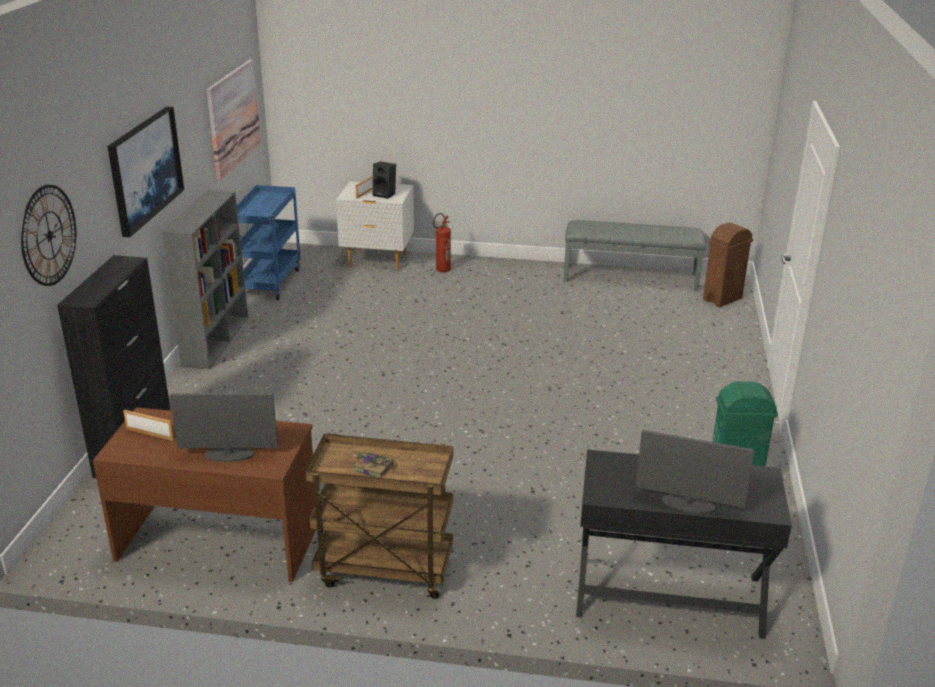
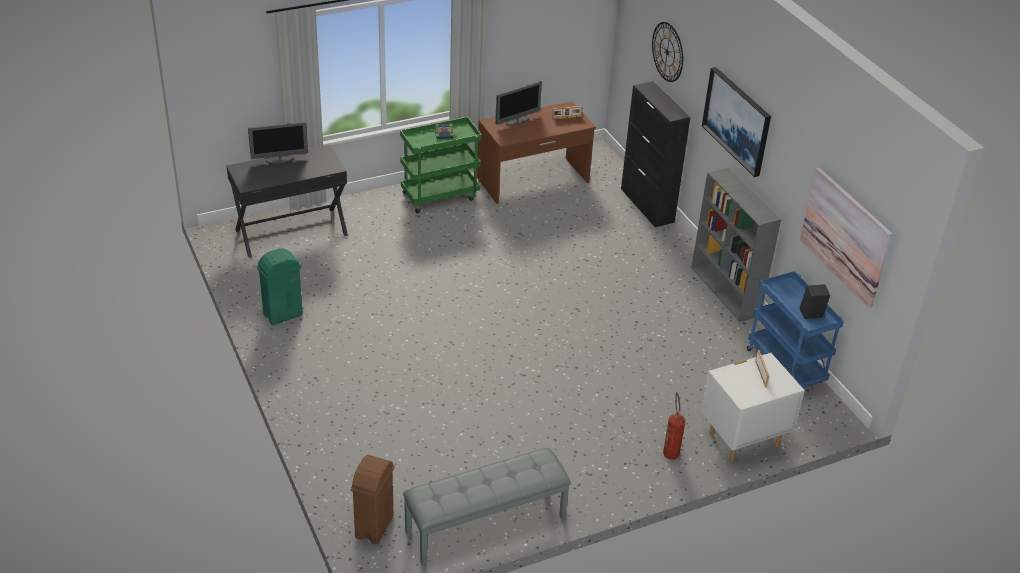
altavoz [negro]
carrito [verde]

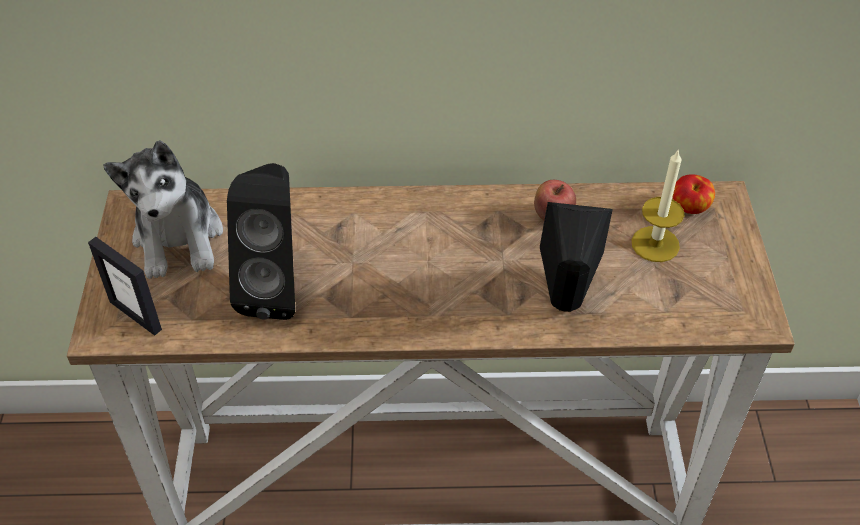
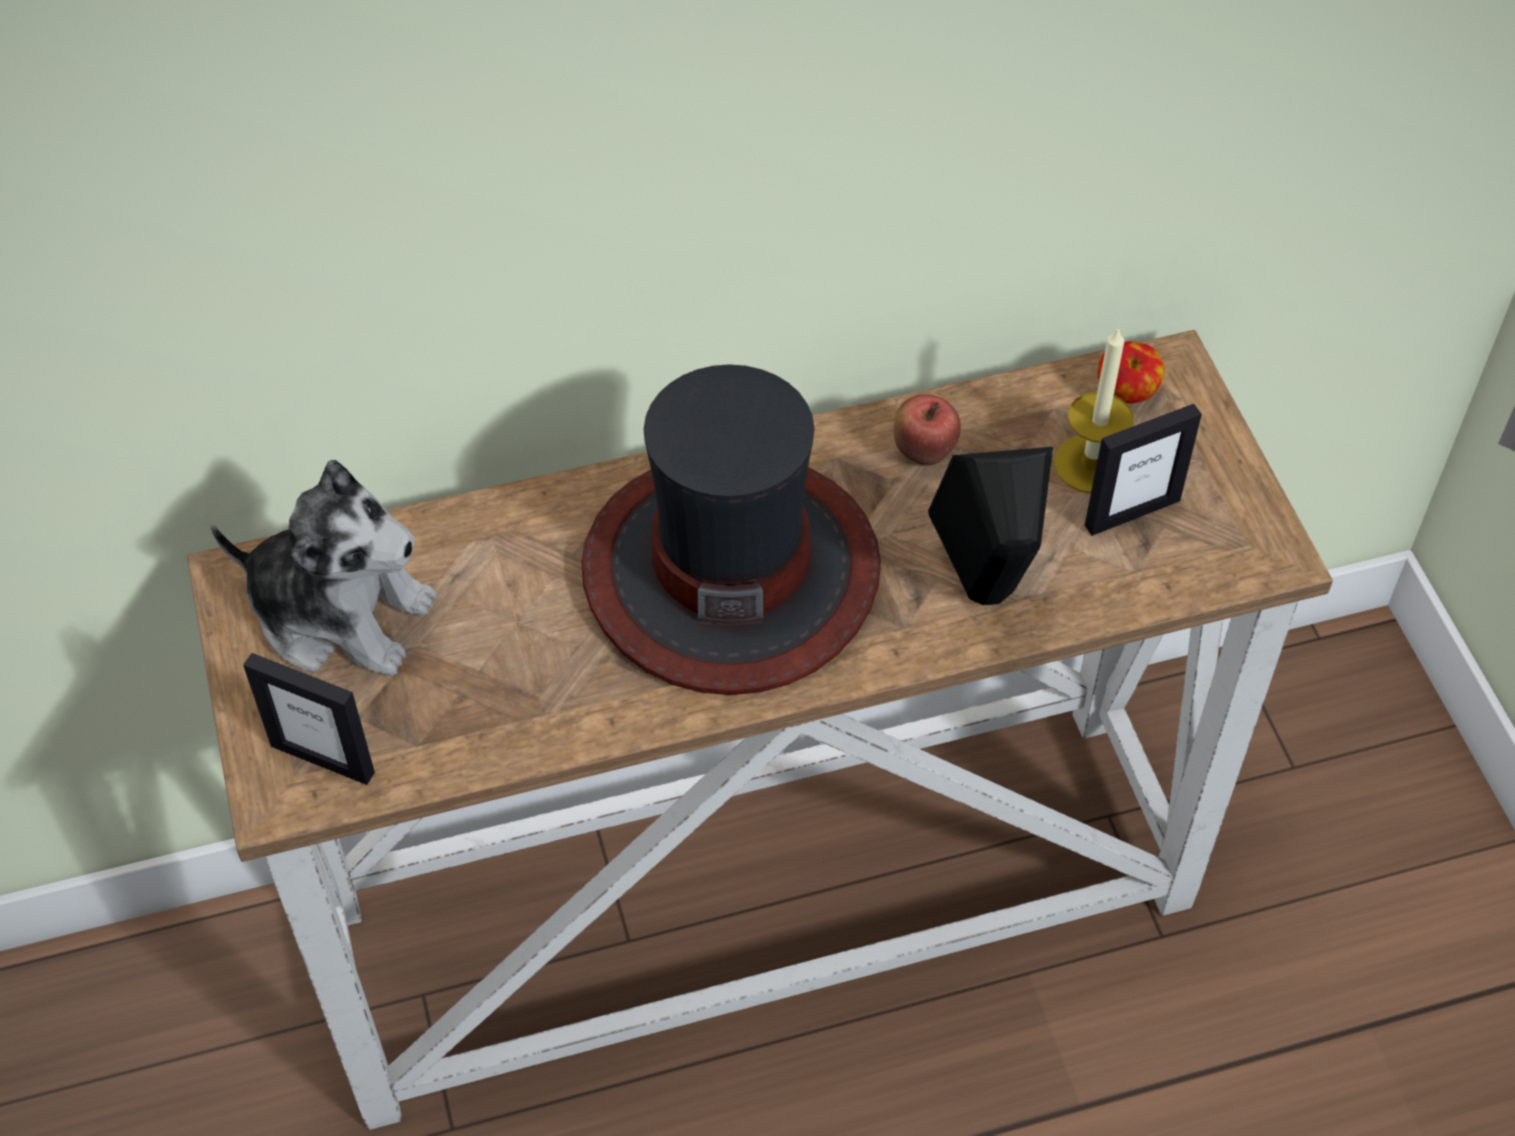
peluche
altavoz [negro] (1st from left in the first image)
sombrero
portarretratos (2nd from left)

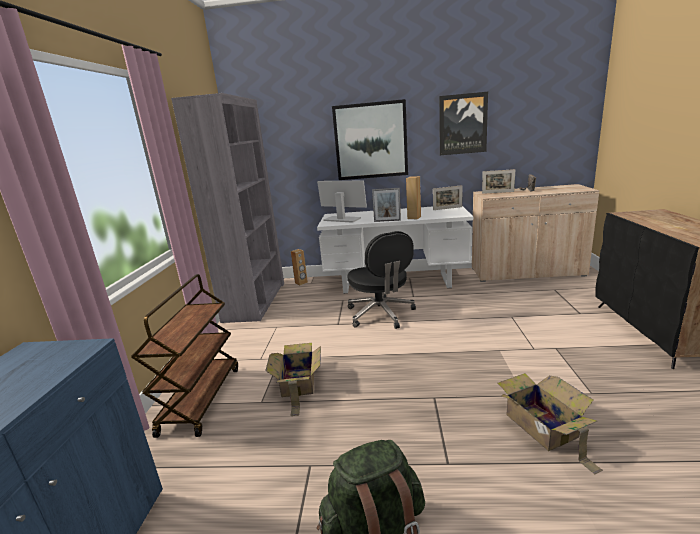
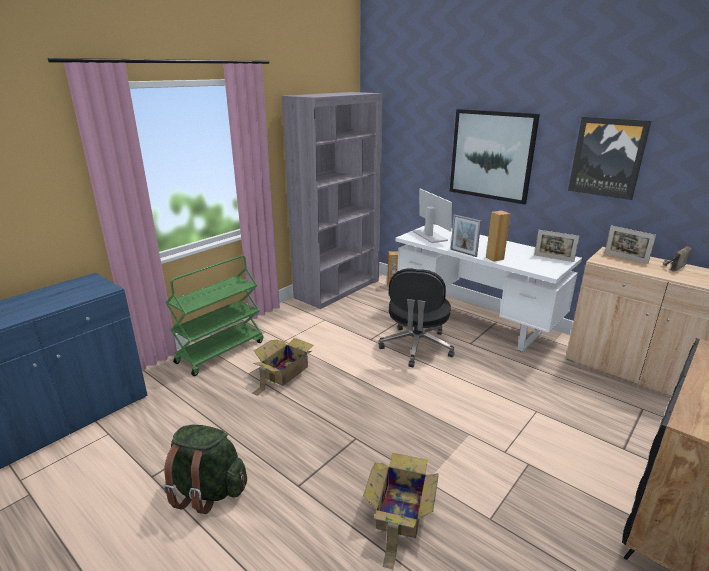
carrito [verde]

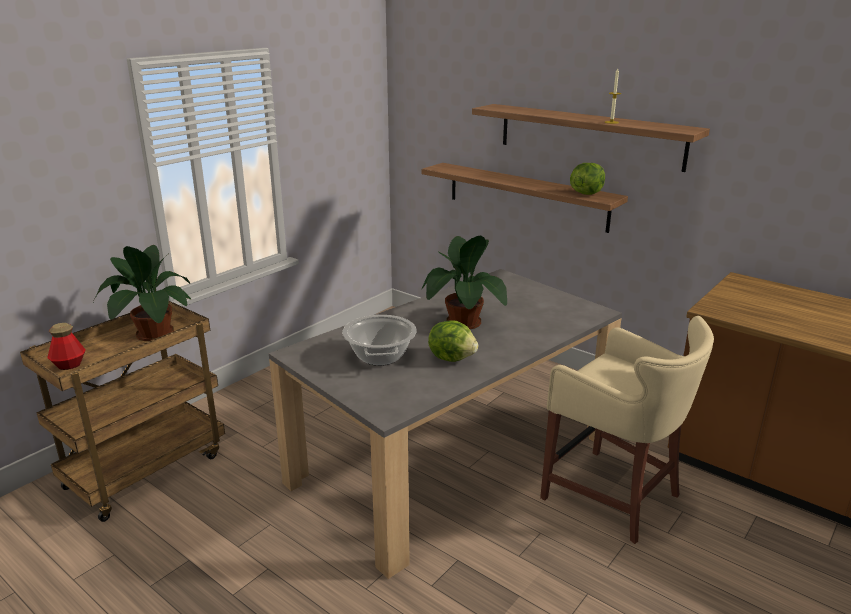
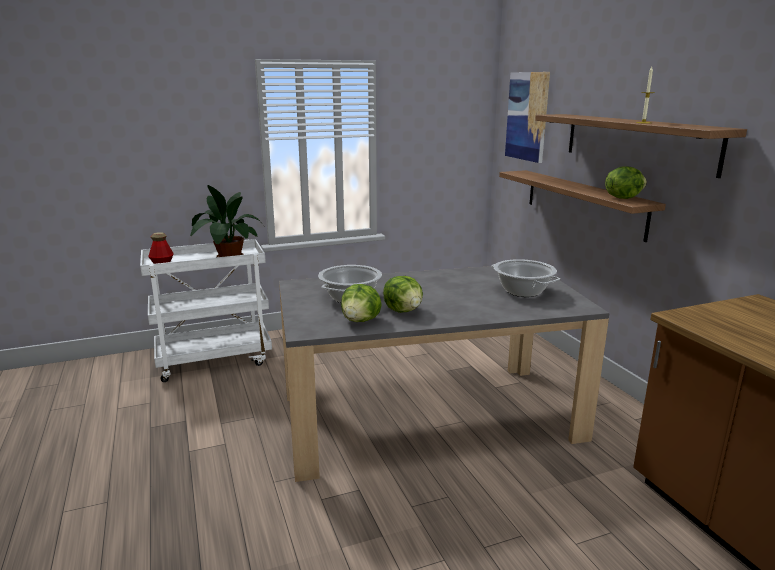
planta en maceta (2nd from left in the first image)
carrito [blanco]
taburete [beis]
cuadro
olla (2nd from left)
lechuga (1st from left)

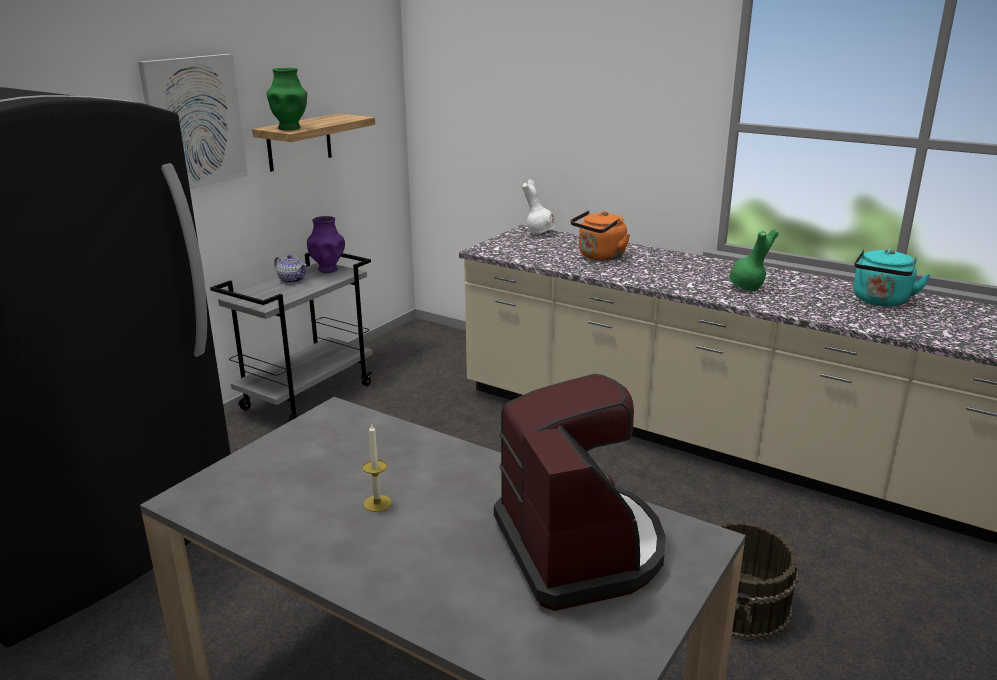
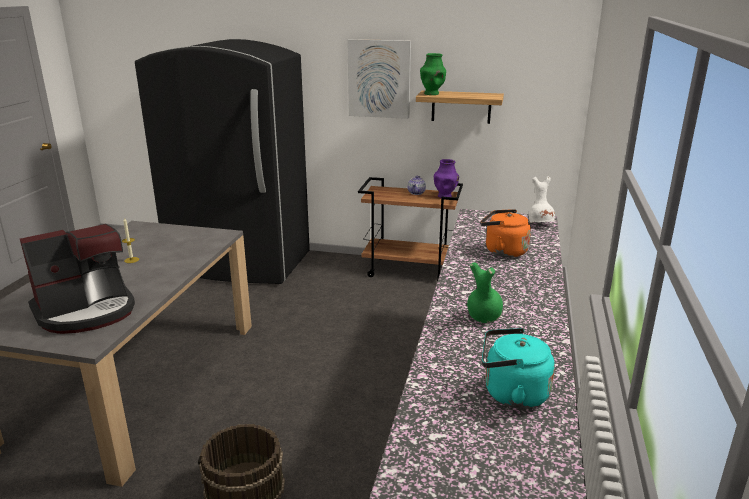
carrito [marrón]

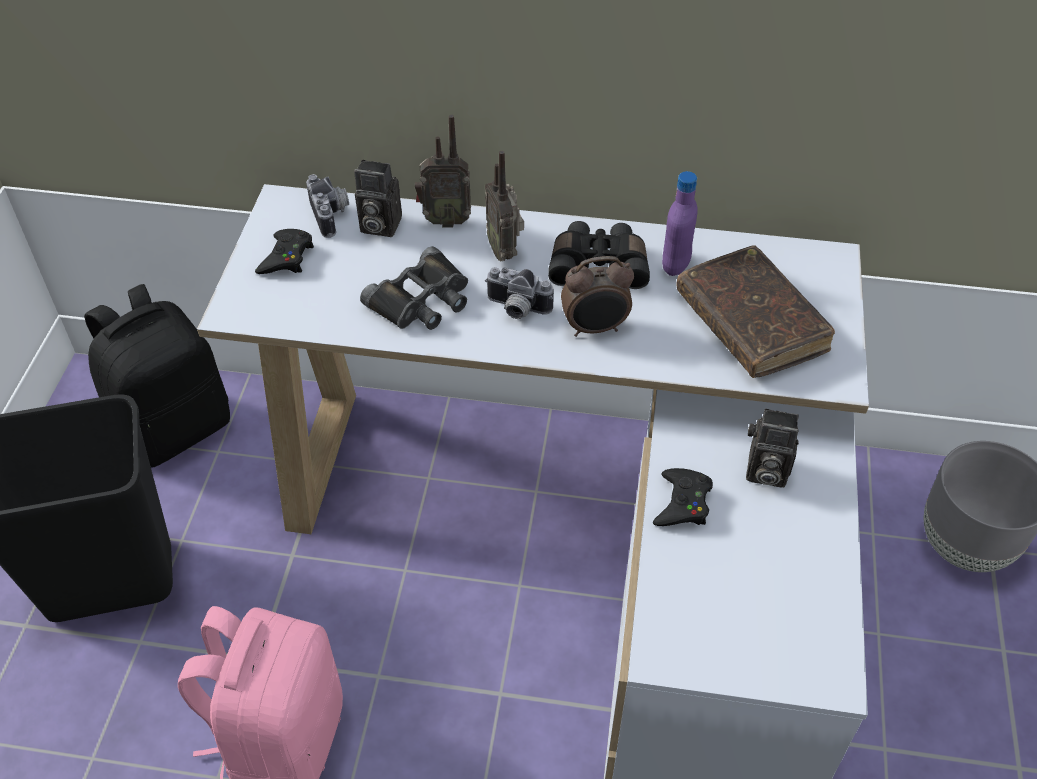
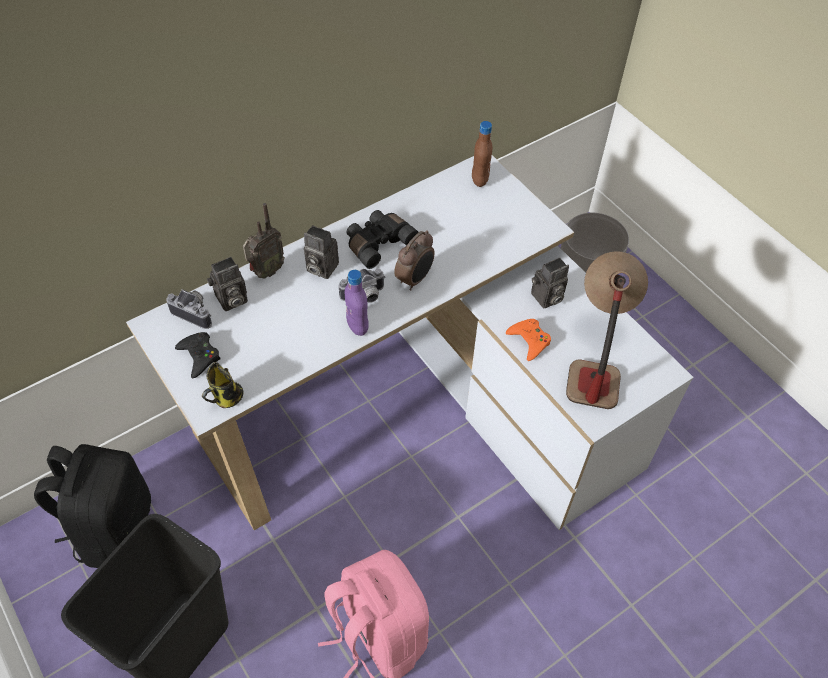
cámara (3rd from left)
botella [morado]
libro [marrón]
prismáticos [negro] (1st from left in the first image)
mando de consola [naranja]
botella [marrón]
lámpara de mesa
taza grande

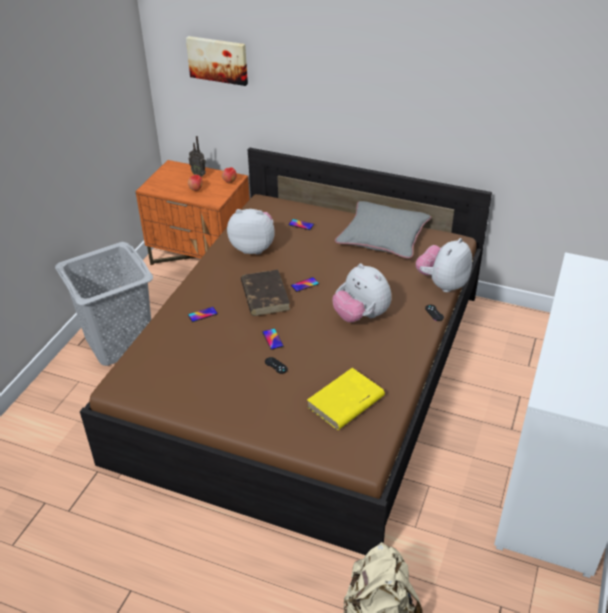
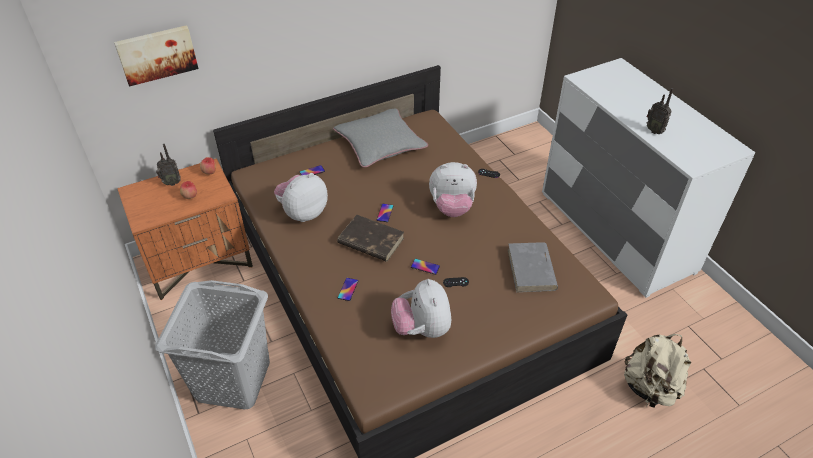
peluche (2nd from left)
libro [gris]
radio (2nd from left)

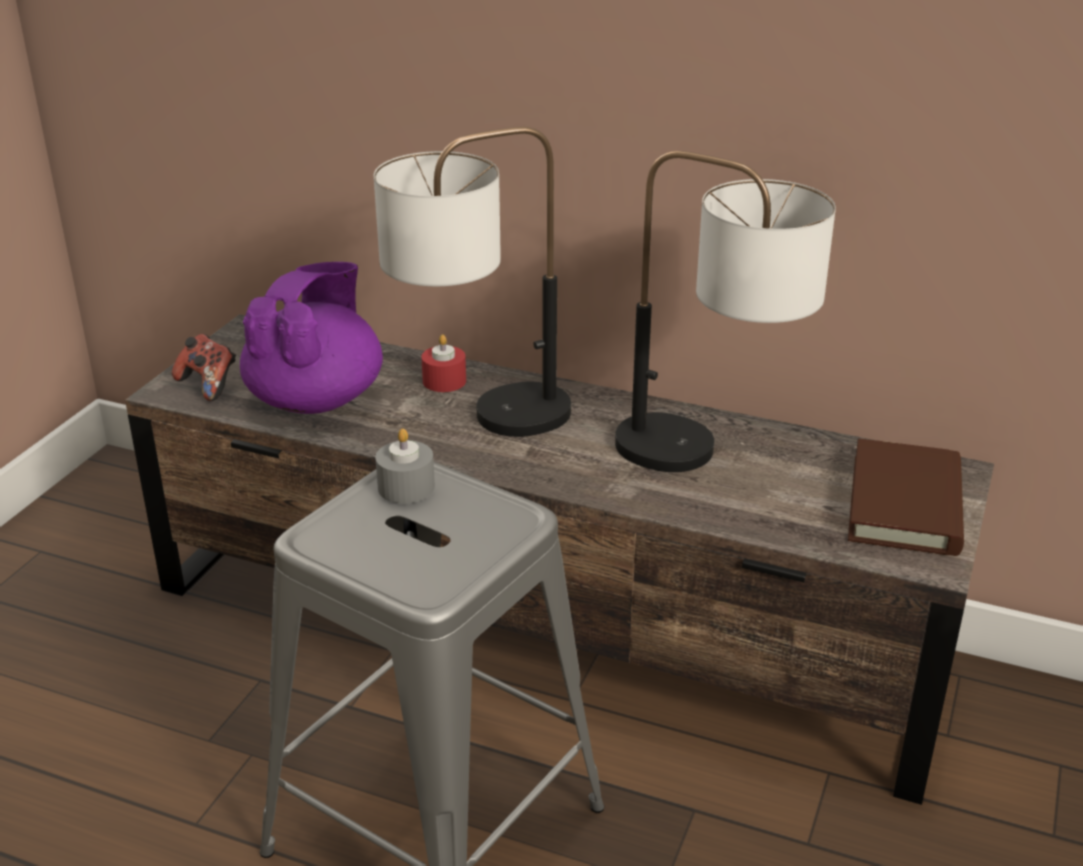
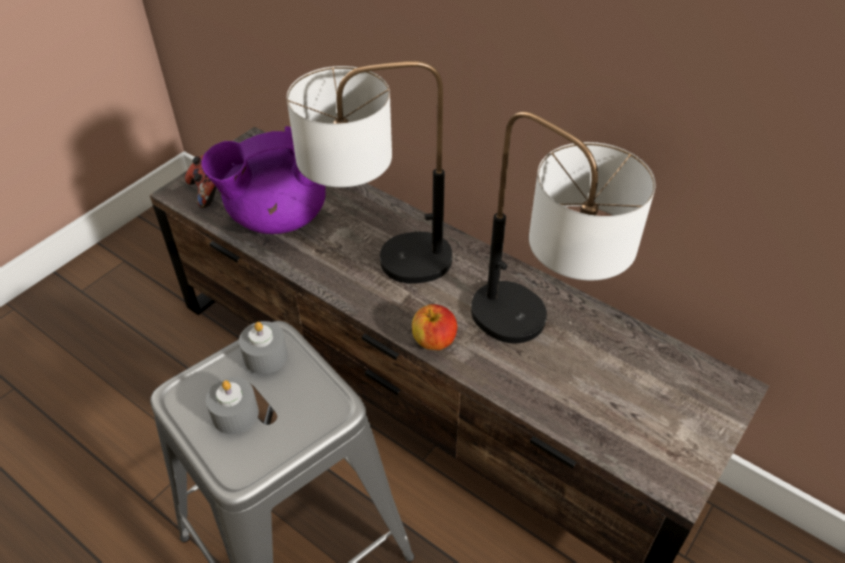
tetera [morado]
vela [rojo]
libro [marrón]
manzana
vela [gris] (1st from left)

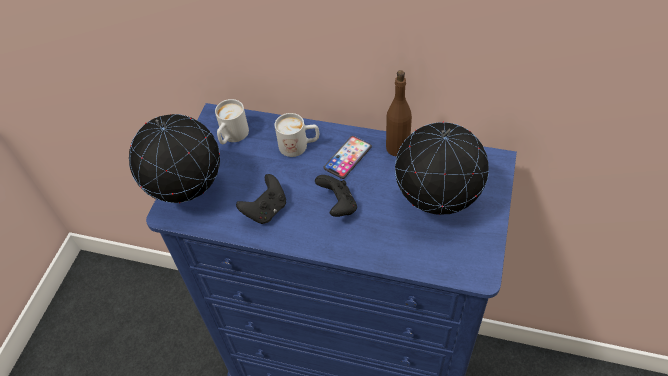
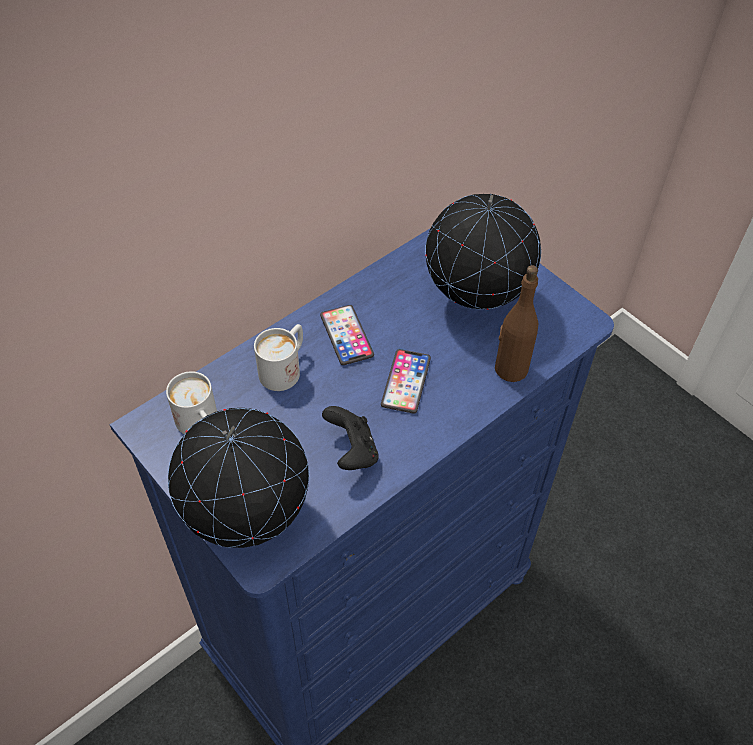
botella [marrón]
móvil (2nd from left)

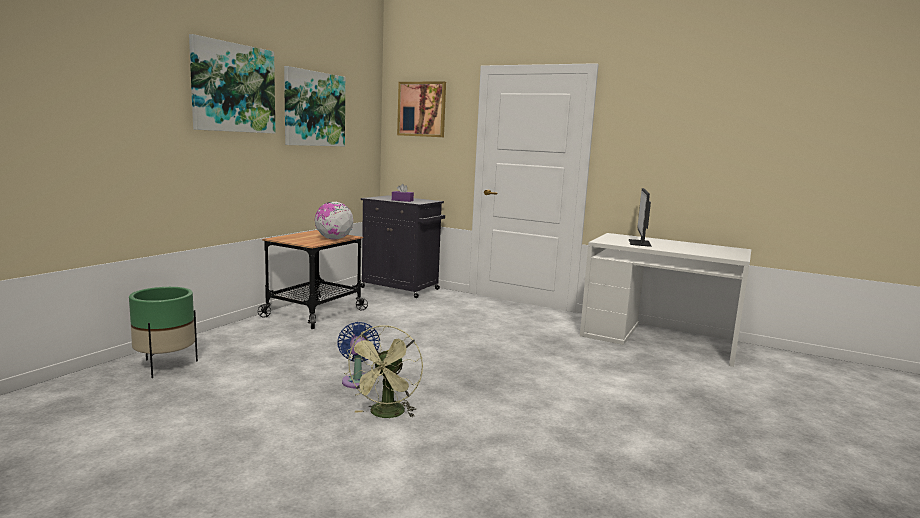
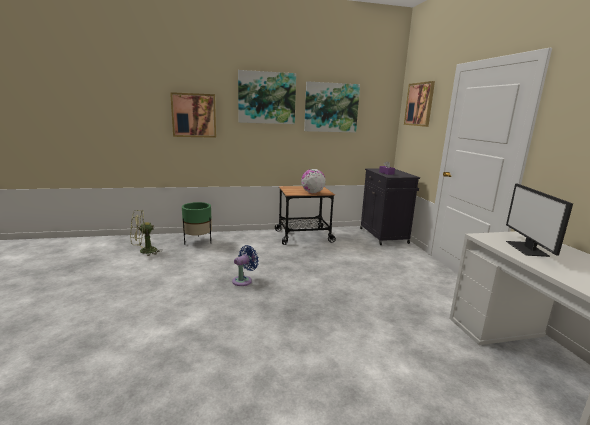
monitor
ventilador [verde]
cuadro (1st from left)

